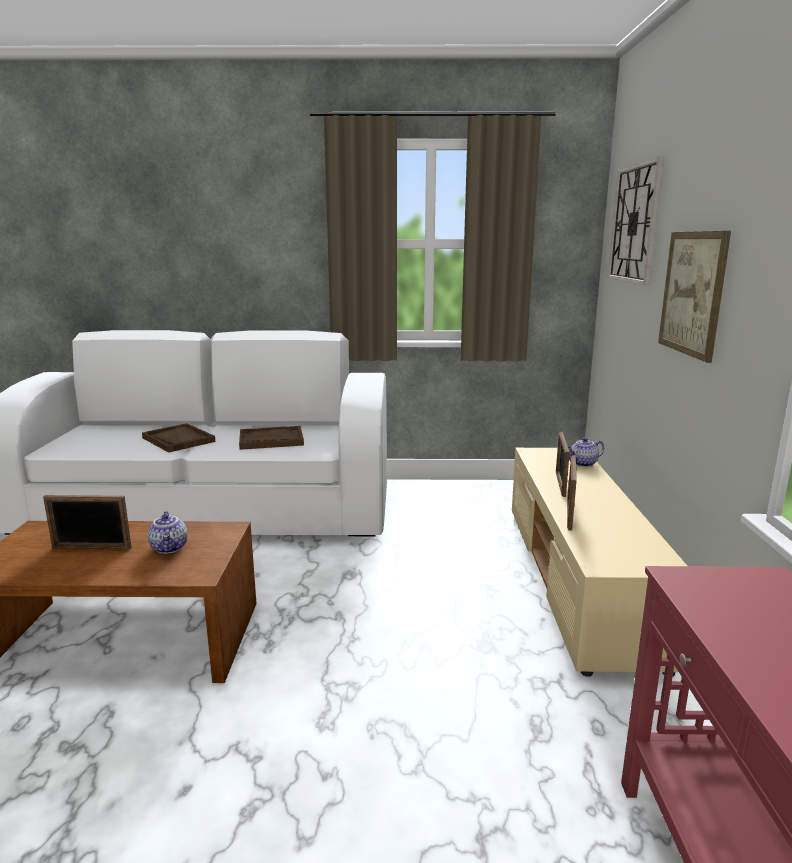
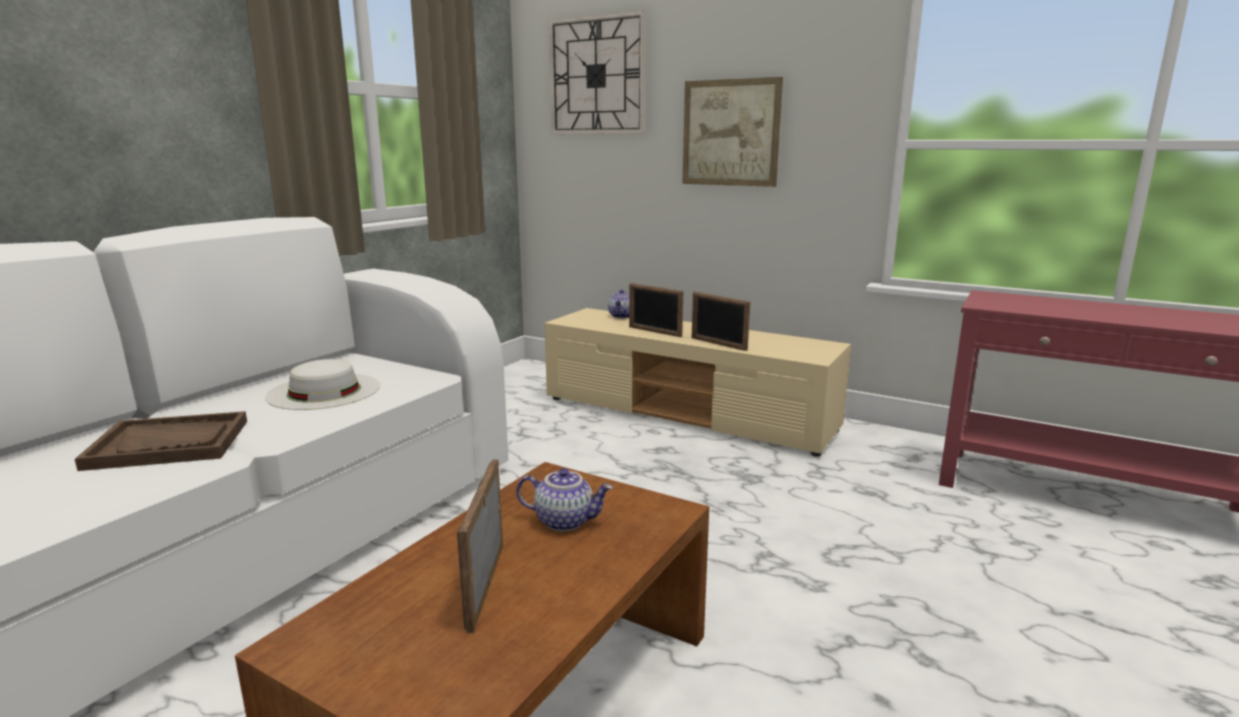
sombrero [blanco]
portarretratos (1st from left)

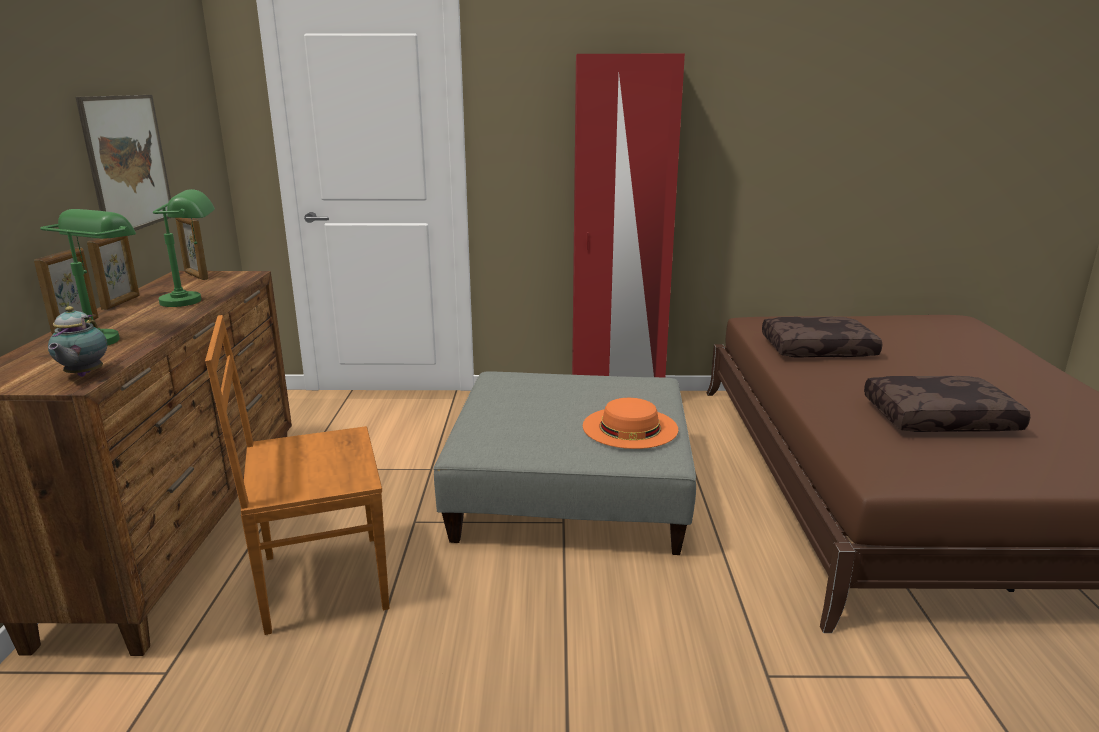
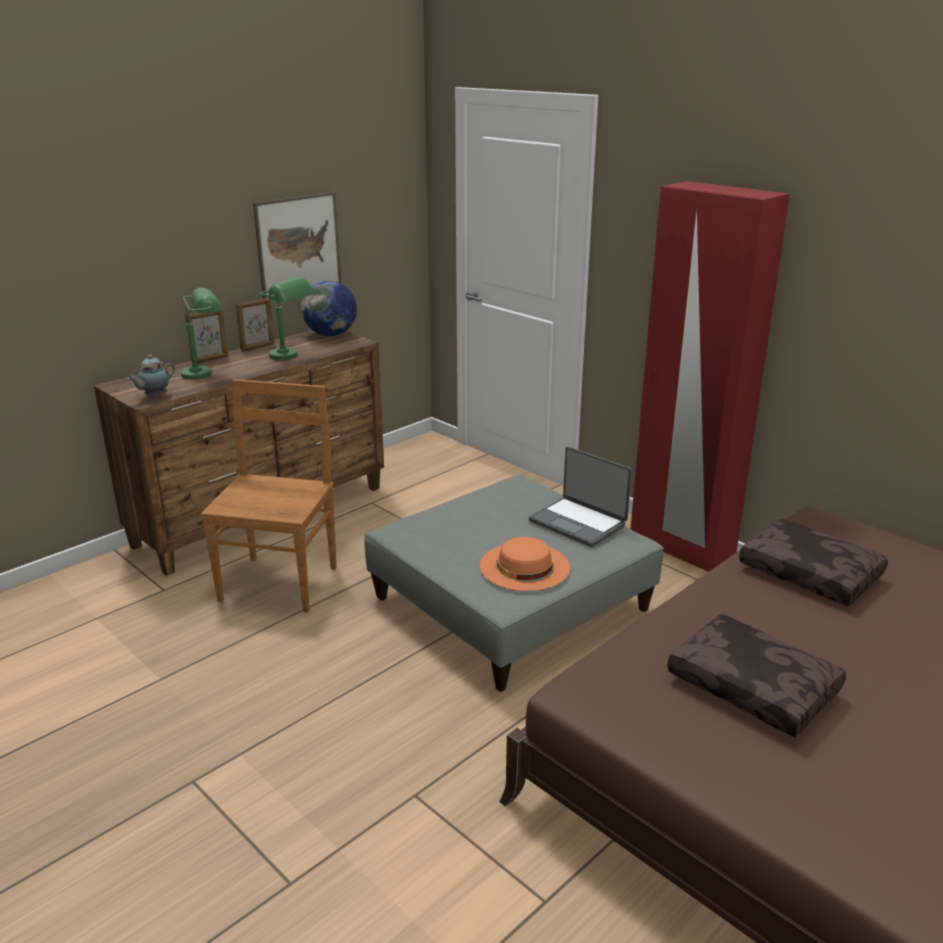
globo terráqueo
silla [marrón]
portátil

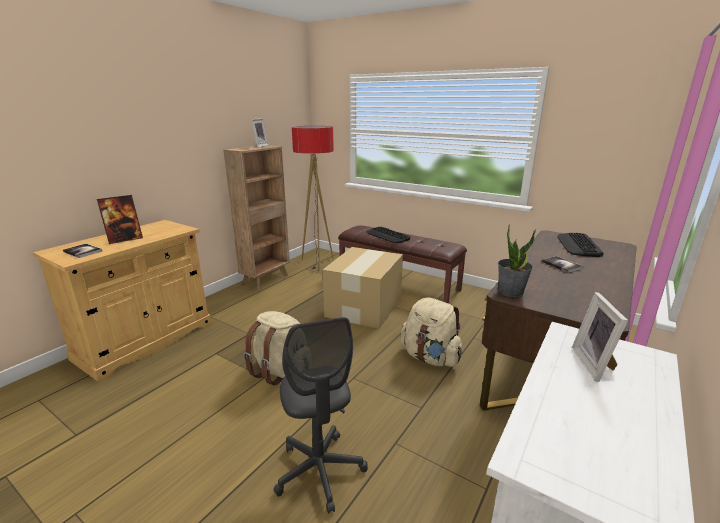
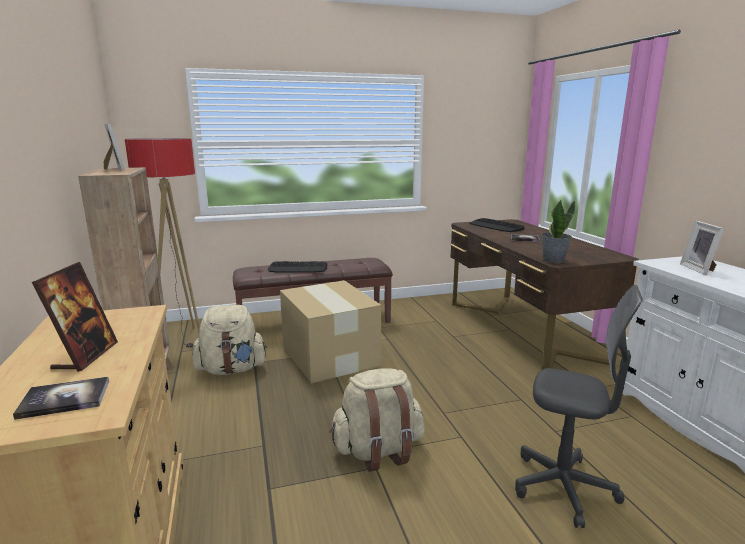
portarretratos (3rd from left)
mochila [beis] (1st from left)

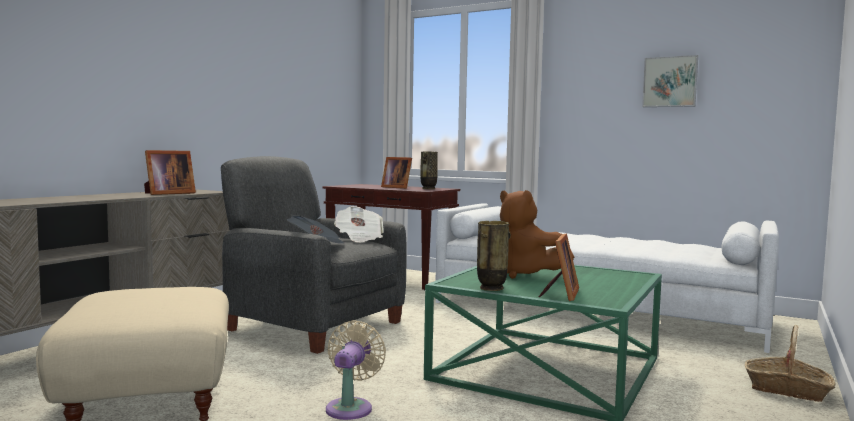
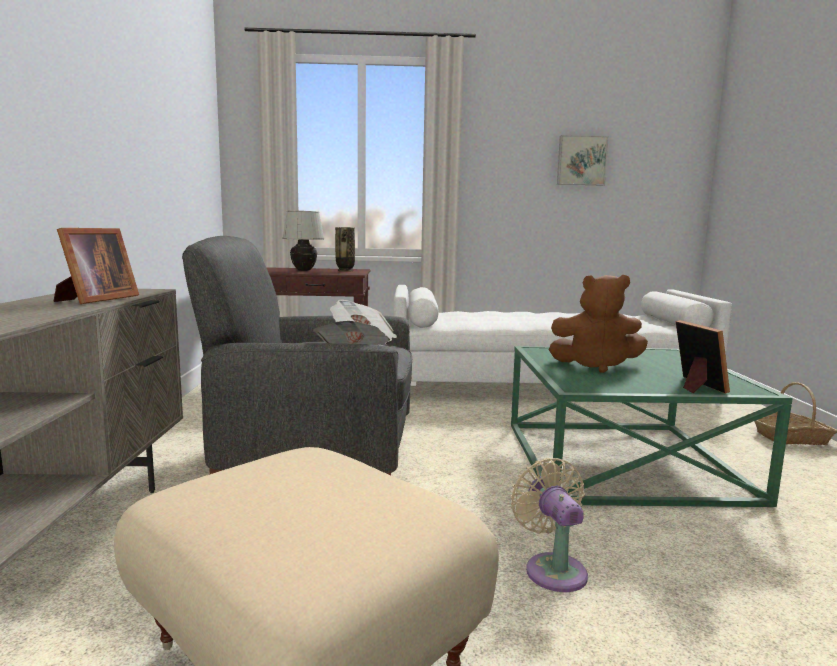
lámpara de mesa [blanco]
florero (2nd from left in the first image)

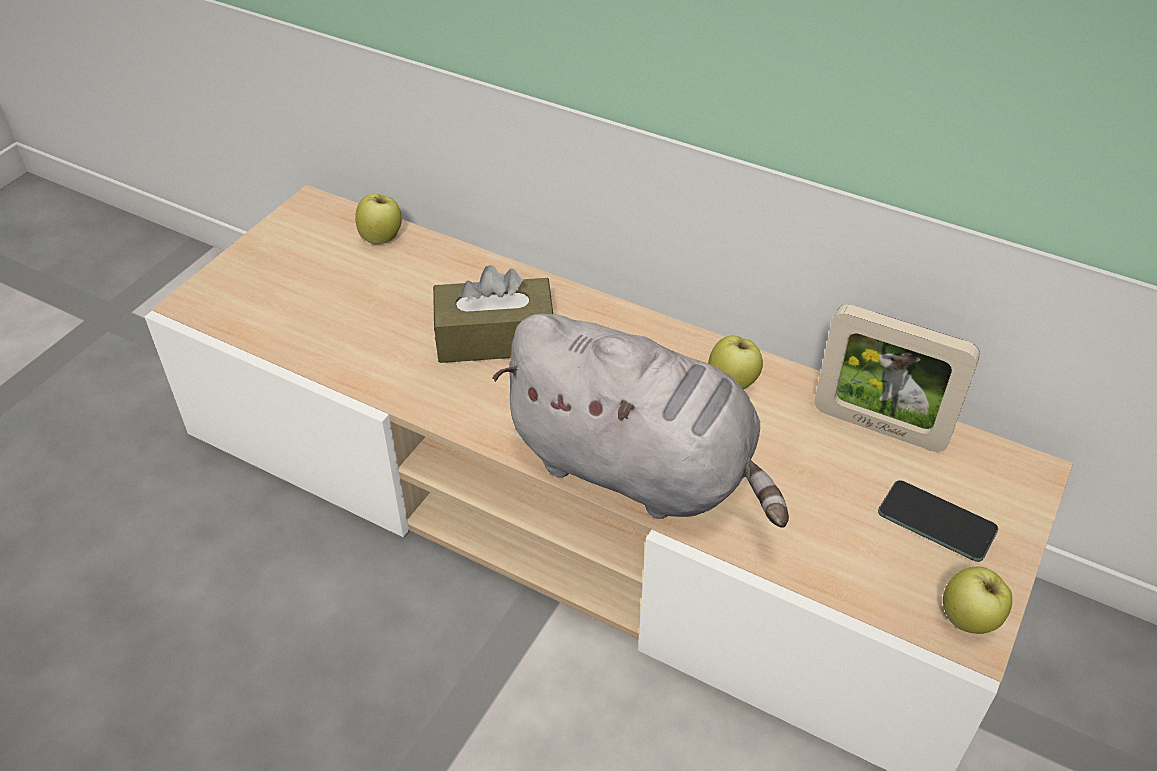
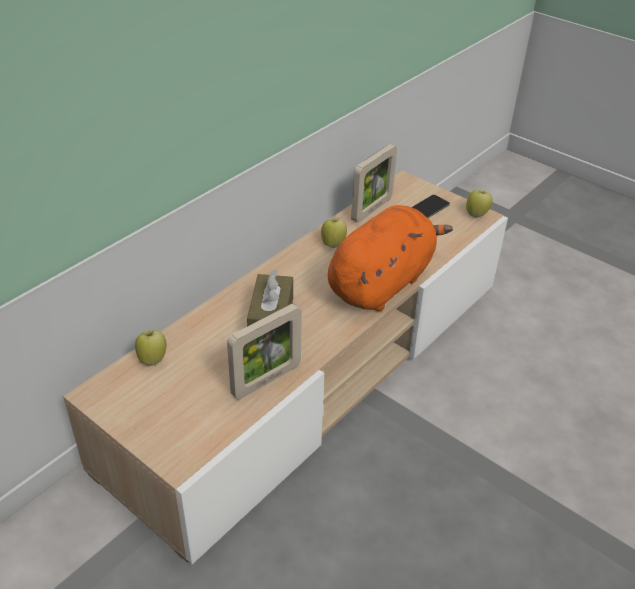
peluche [naranja]
portarretratos (1st from left)

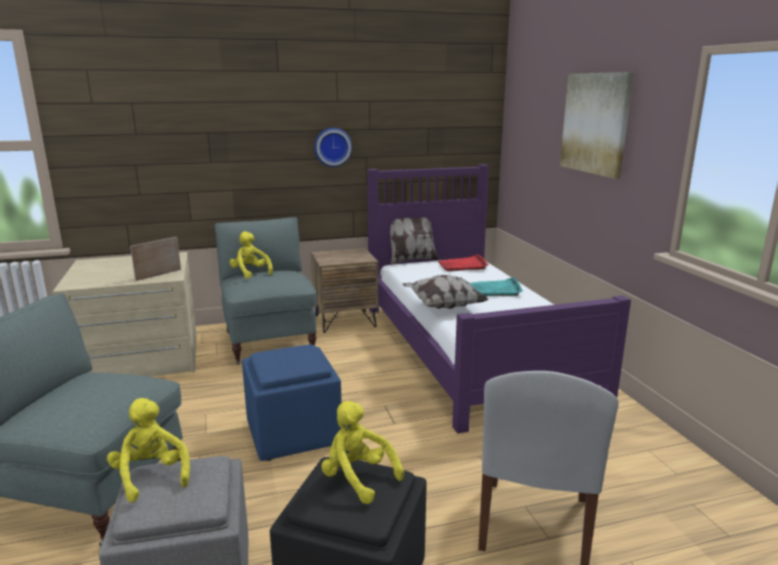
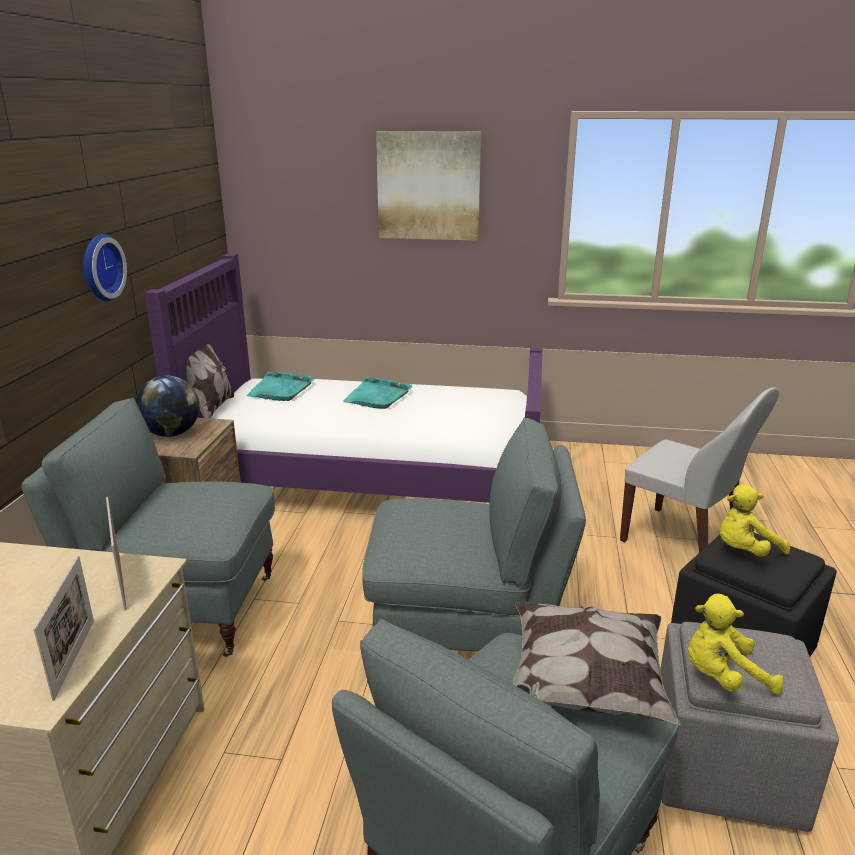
peluche [amarillo] (2nd from left in the first image)
bandeja [turquesa] (1st from left)
cojín (2nd from left)
sillón [gris] (2nd from left)
globo terráqueo
portarretratos (1st from left)

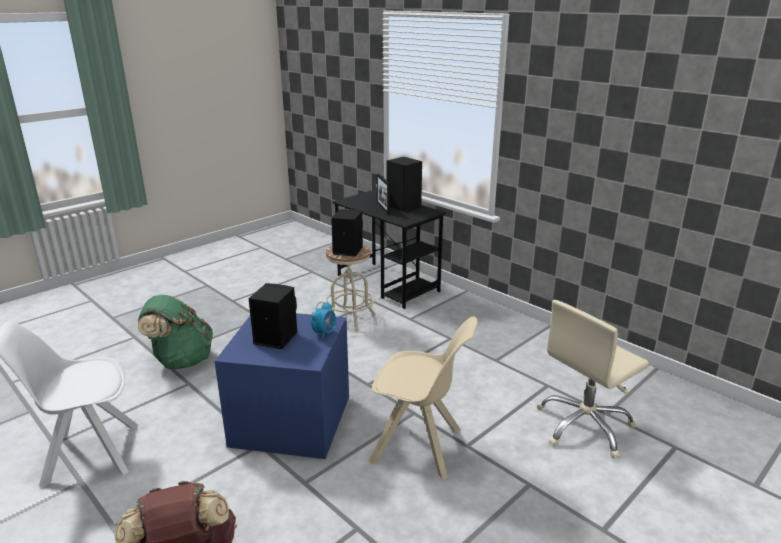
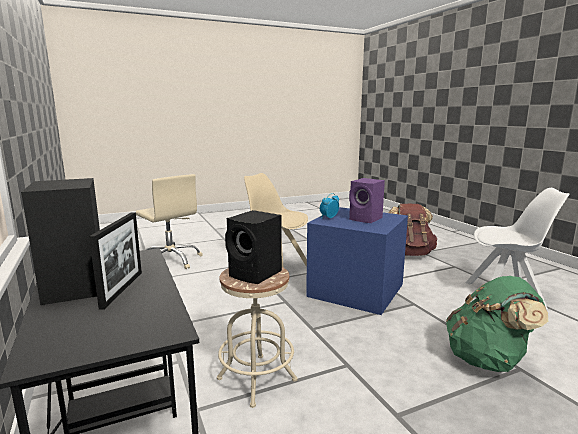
altavoz [morado]
silla de oficina [beis]

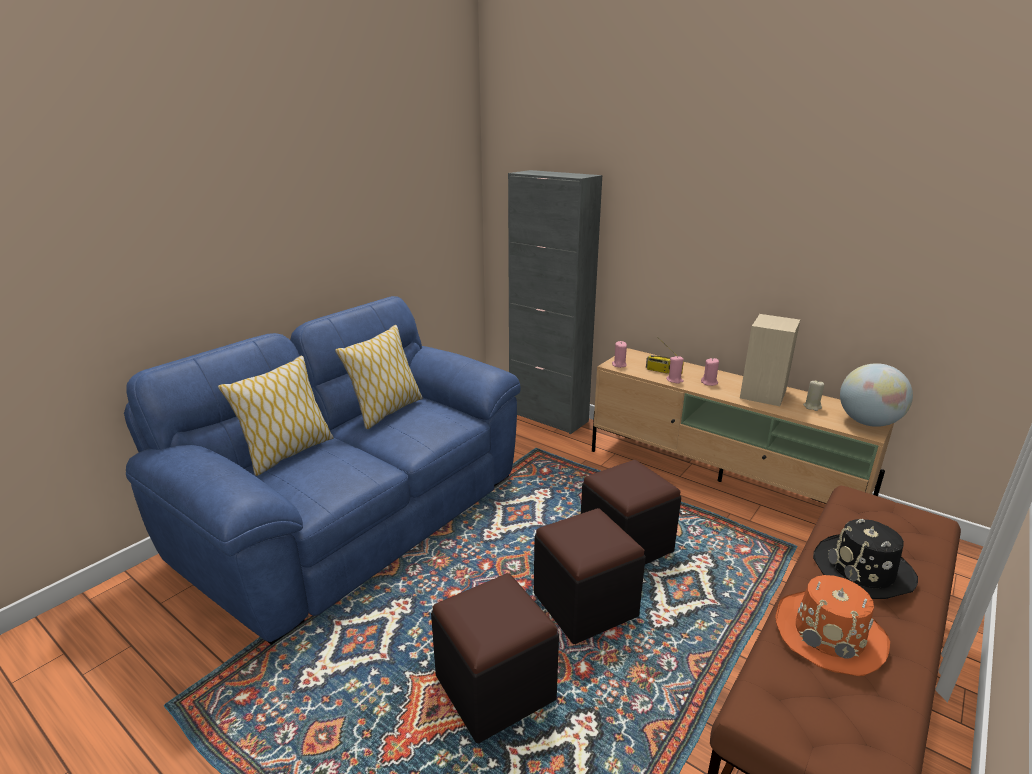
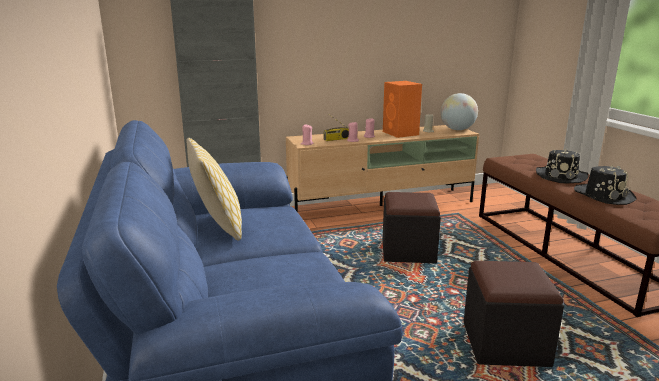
altavoz [naranja]
cojín (1st from left in the first image)
puf [negro] (2nd from left in the first image)
sombrero [negro] (2nd from left)

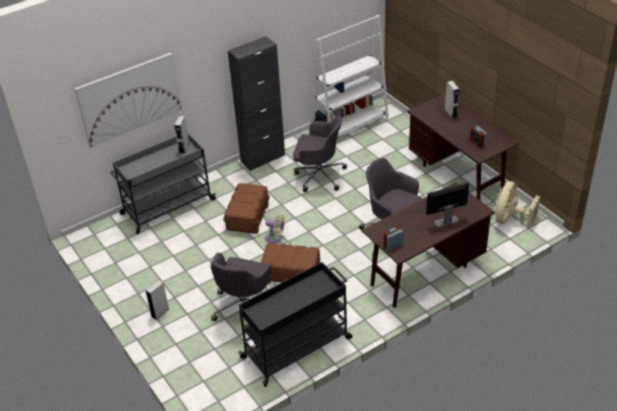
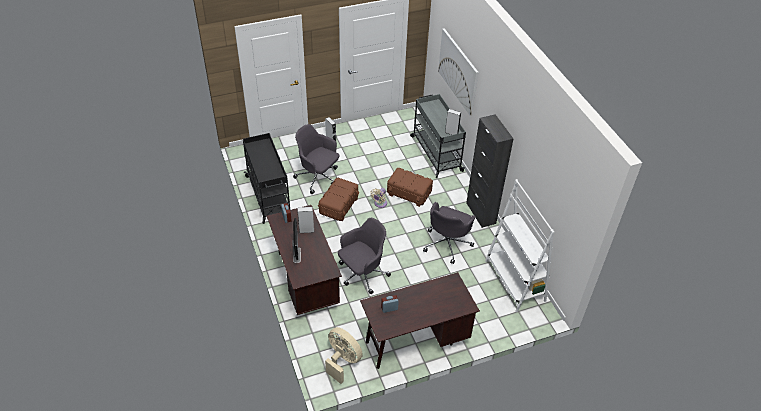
altavoz [gris] (1st from left)

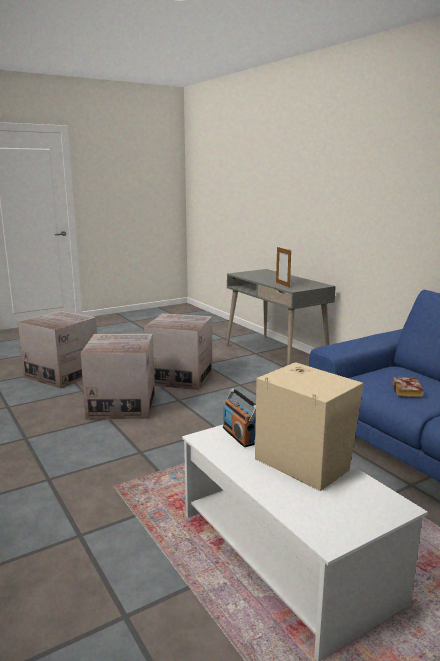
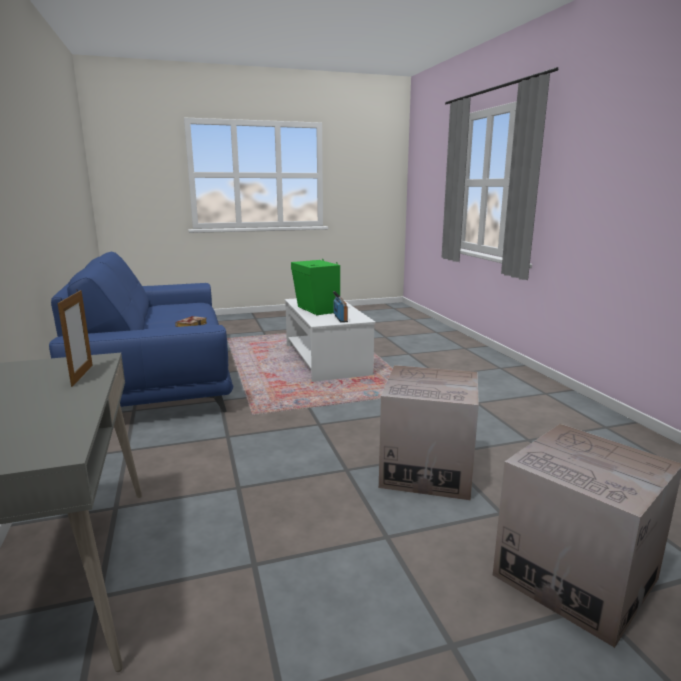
caja de cartón (3rd from left in the first image)
altavoz [verde]

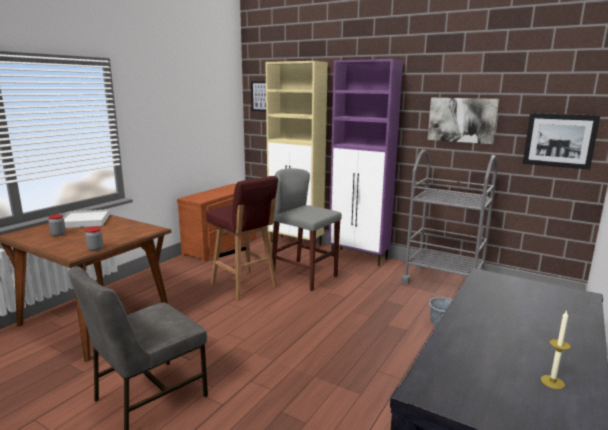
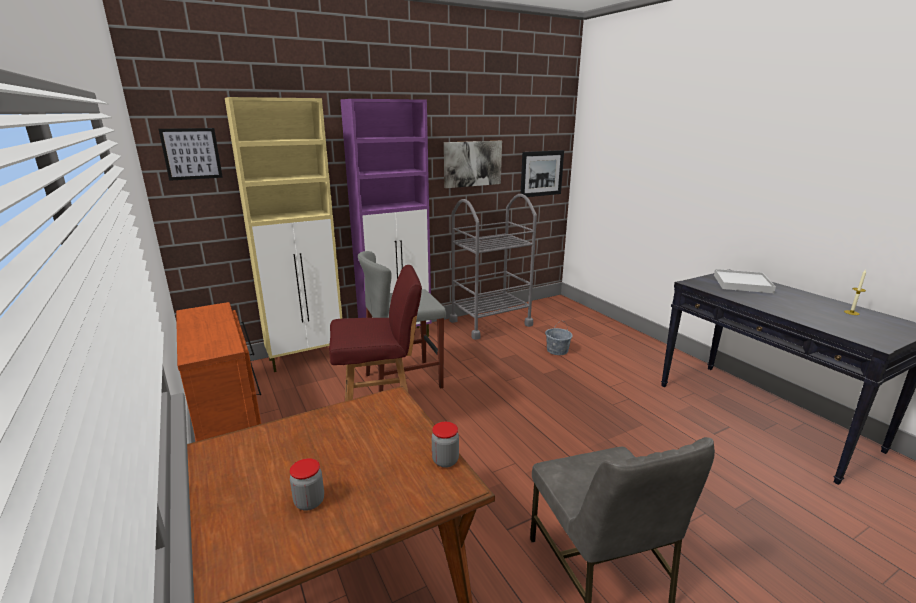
bandeja [blanco]

